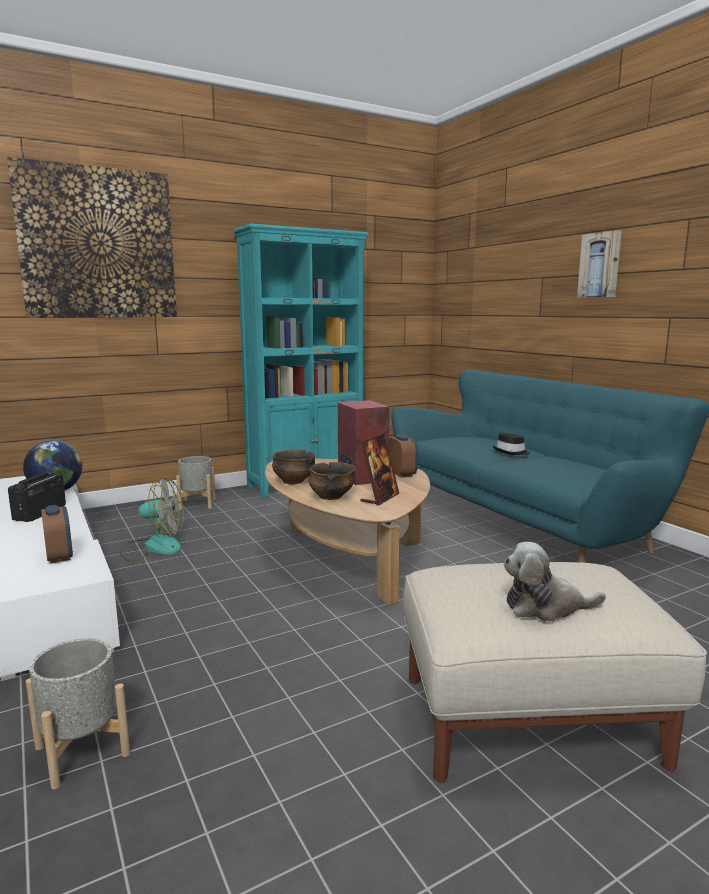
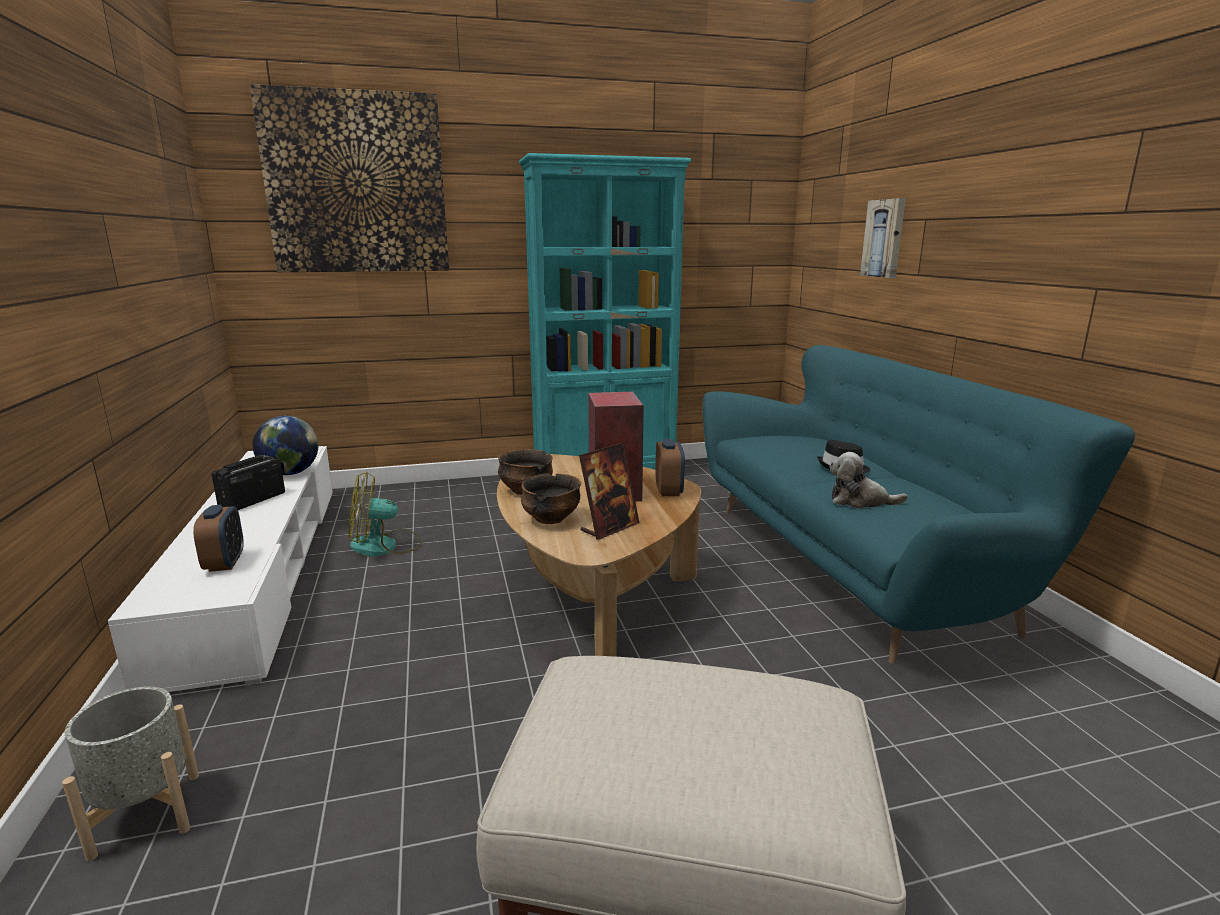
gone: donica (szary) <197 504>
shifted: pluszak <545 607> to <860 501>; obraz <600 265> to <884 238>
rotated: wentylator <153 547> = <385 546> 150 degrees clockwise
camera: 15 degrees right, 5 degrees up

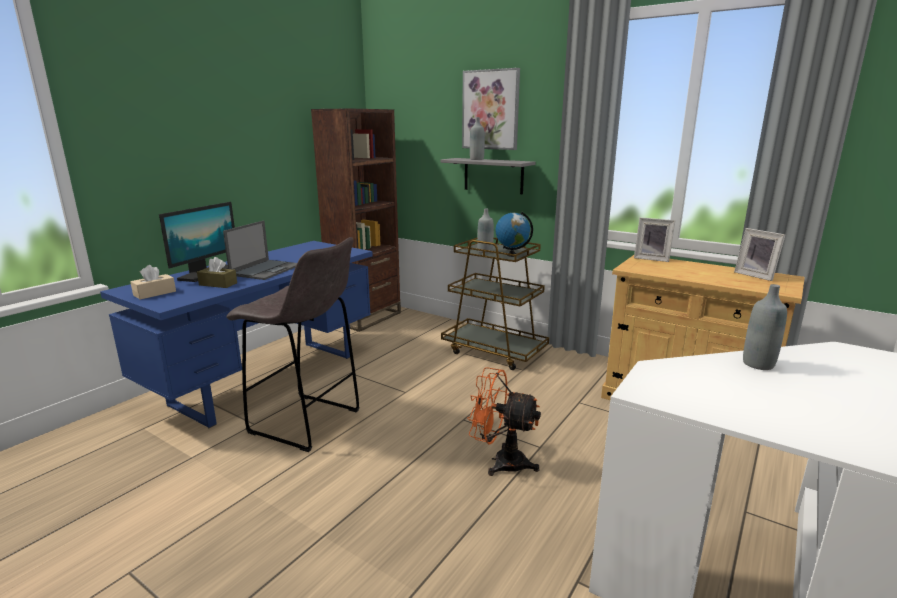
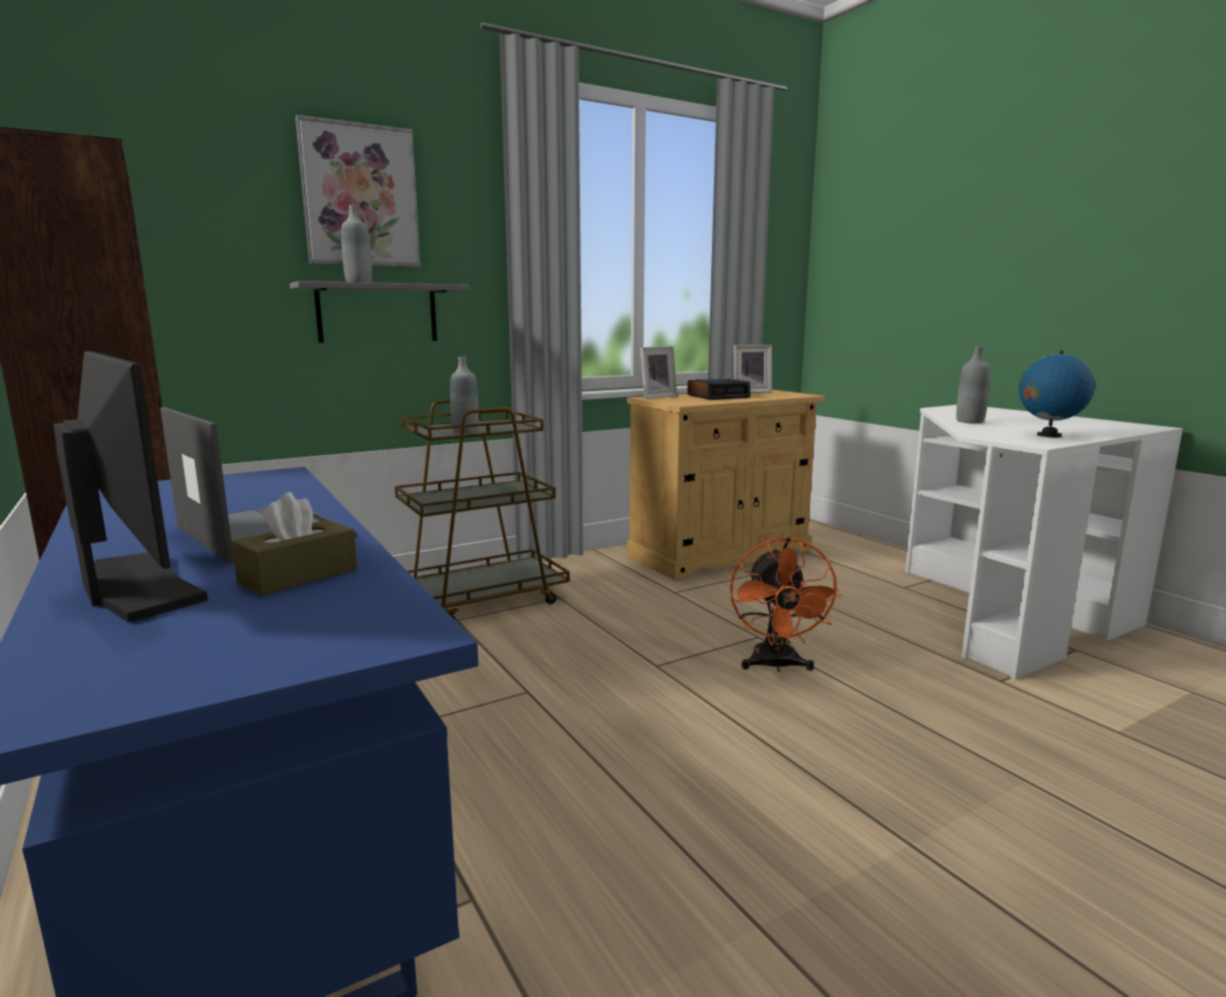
gone: pudełko chusteczek (beżowy) <154 293>; stołek (szary) <308 422>
new: budzik <718 396>
shifted: globus <511 255> to <1048 435>
rotated: wentylator (pomarańczowy) <501 461> = <776 666> 45 degrees counterclockwise
camera: 65 degrees left, 5 degrees down

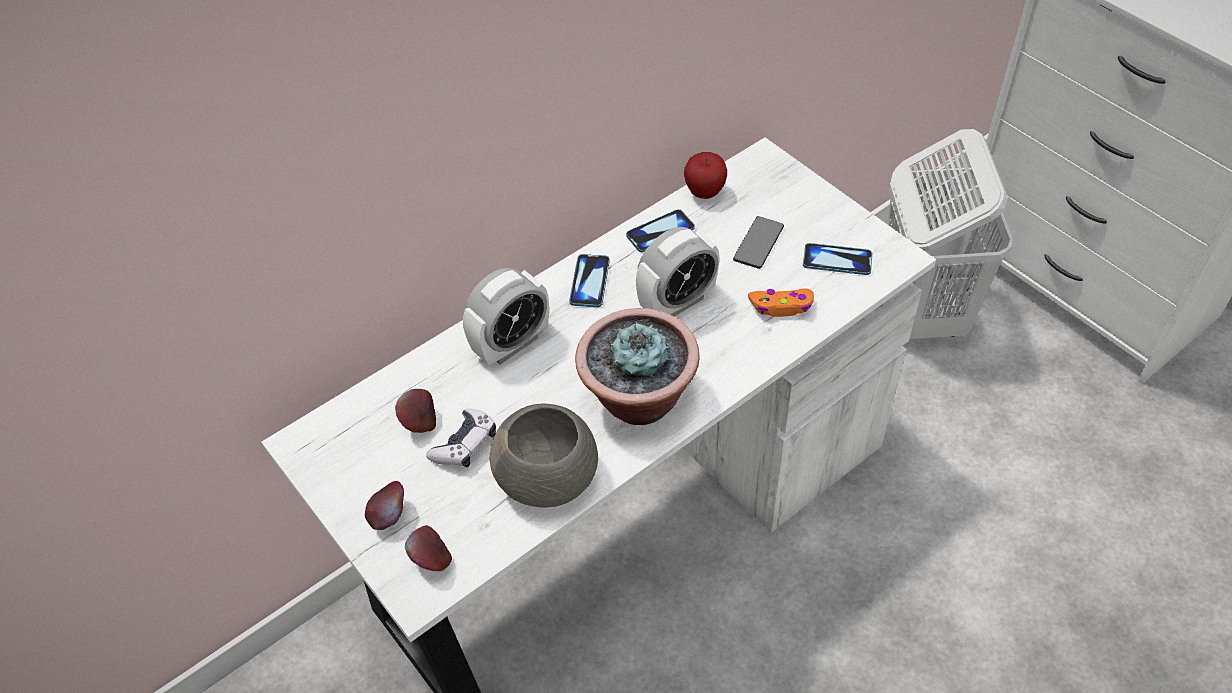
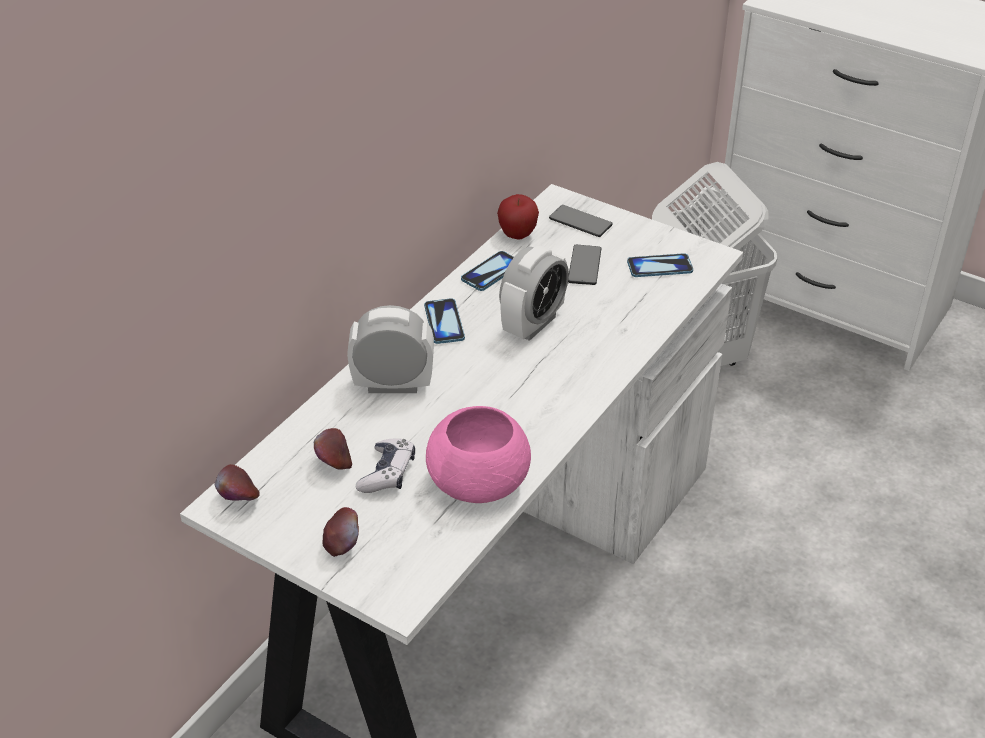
gone: roślina doniczkowa <638 399>; pad do gier (pomarańczowy) <781 306>
new: telefon <580 222>
shifted: jabłko <431 561> to <239 500>
repainted: miska (szary) <549 479> to miska (różowy) <480 483>
rotated: budzik <511 344> = <393 385> 120 degrees counterclockwise
camera: 20 degrees left, 10 degrees down

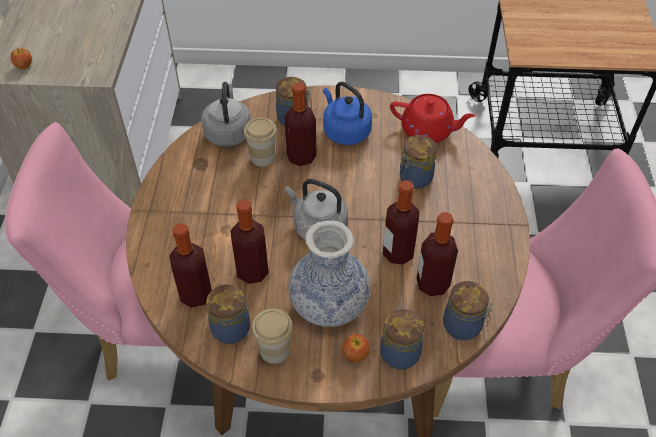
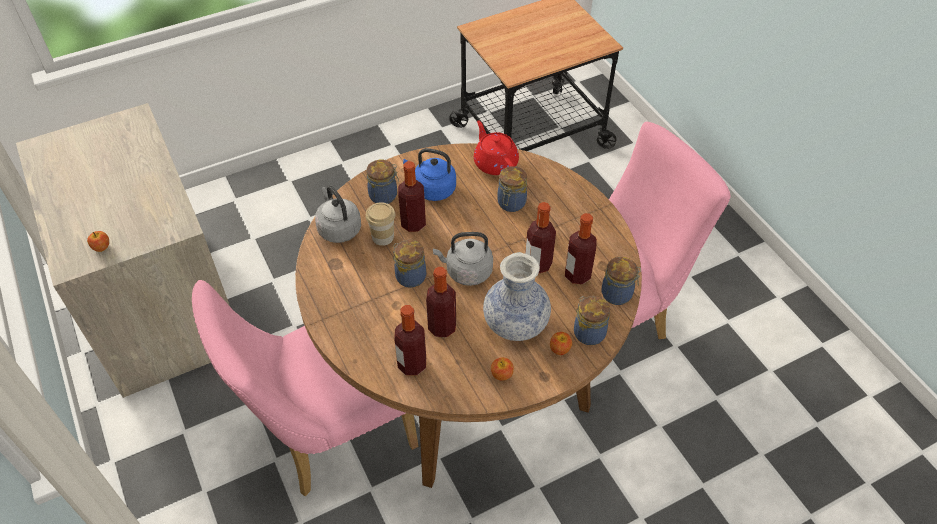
shifted: słoik <230 327> to <409 276>
swapped: filiżanka <274 350> to jabłko <501 374>
rotated: imbryk (czerwony) <428 131> = <495 163> 105 degrees counterclockwise
camera: 30 degrees left, 0 degrees up

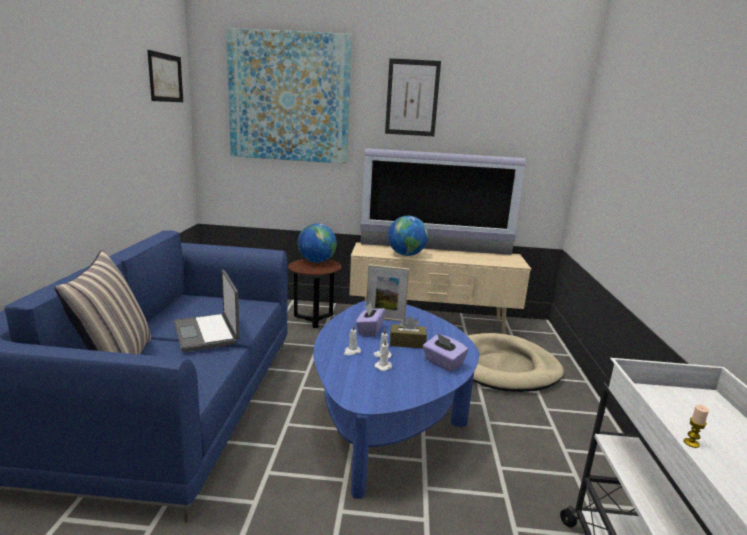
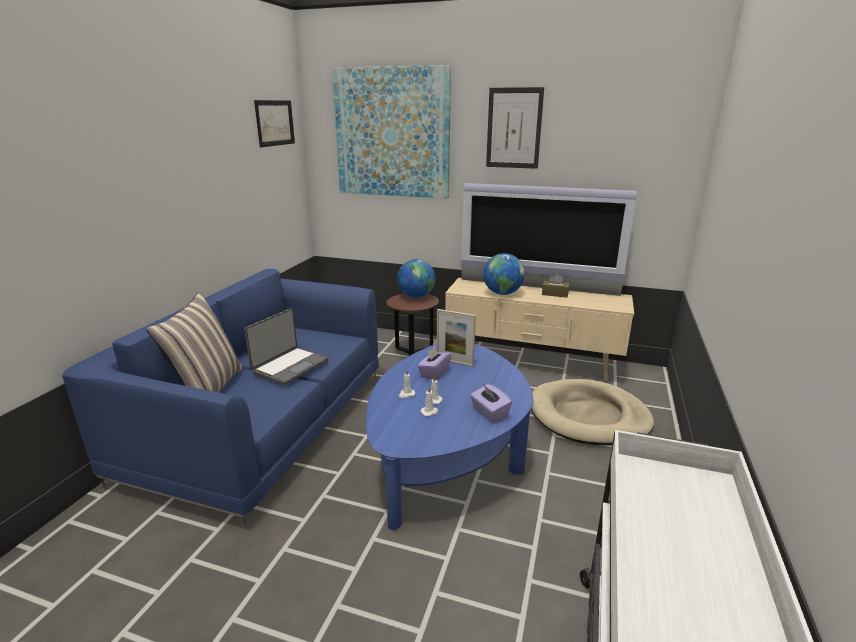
gone: świeca <691 443>
shifted: pudełko chusteczek (brązowy) <407 343> to <555 294>
rotated: laptop <207 333> = <289 366> 135 degrees counterclockwise
camera: 15 degrees right, 5 degrees up

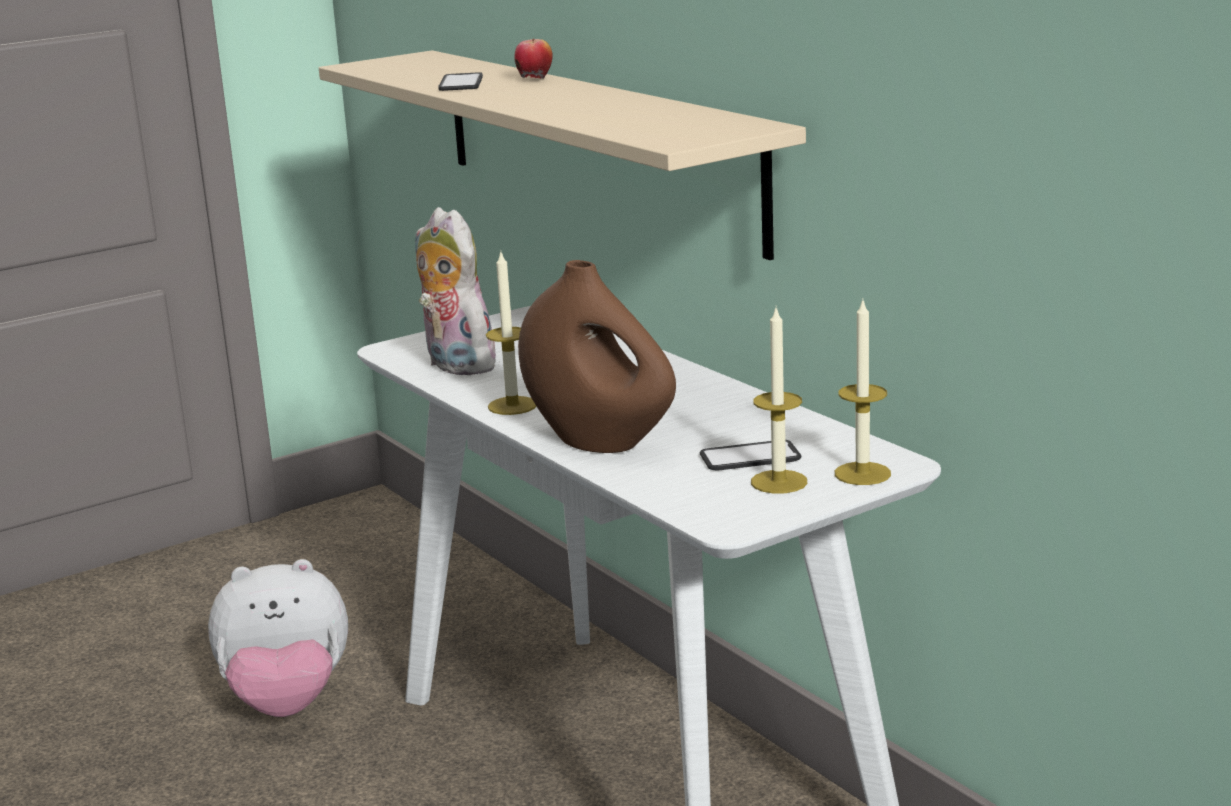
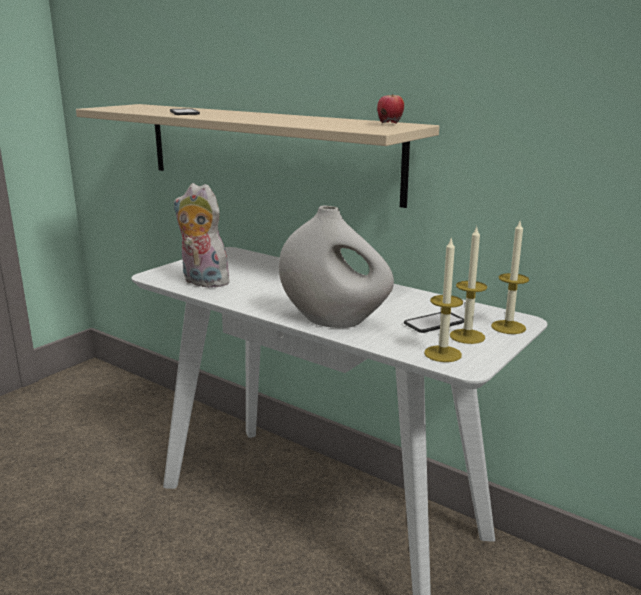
gone: pluszak <287 703>
shifted: świeca <512 406> to <442 354>; jabłko <534 79> to <390 124>
repainted: wazon (brązowy) <599 441> to wazon (biały) <334 321>
camera: 20 degrees left, 0 degrees up

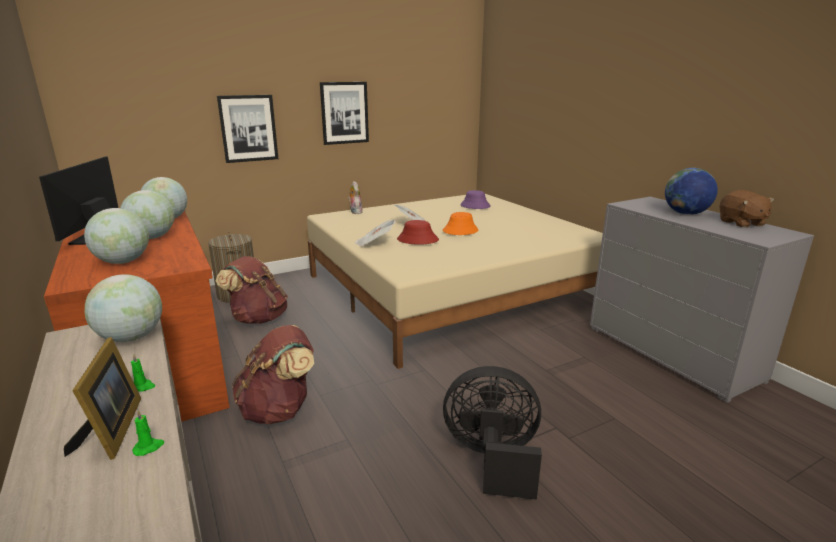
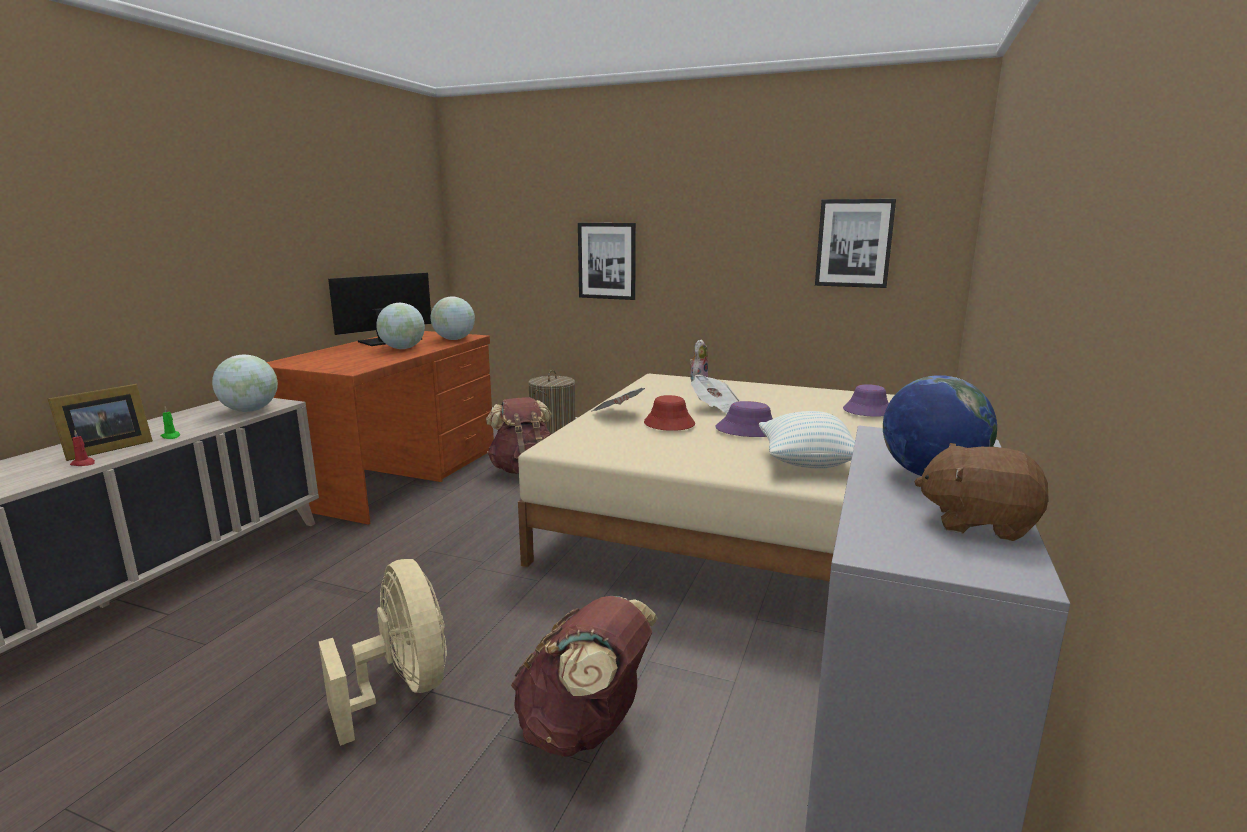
gone: globus <123 262>
new: poduszka <807 463>
shifted: plecak (brązowy) <279 410> to <584 729>; obraz <344 113> to <854 243>
repainted: świeca (zielony) <149 447> to świeca (czerwony) <83 463>; kapelusz (pomarańczowy) <460 231> to kapelusz (fioletowy) <747 430>; wentylator (czarny) <492 459> to wentylator (beżowy) <402 689>
rotated: pluszak (brązowy) <741 223> = <977 522> 75 degrees clockwise
camera: 50 degrees right, 5 degrees down

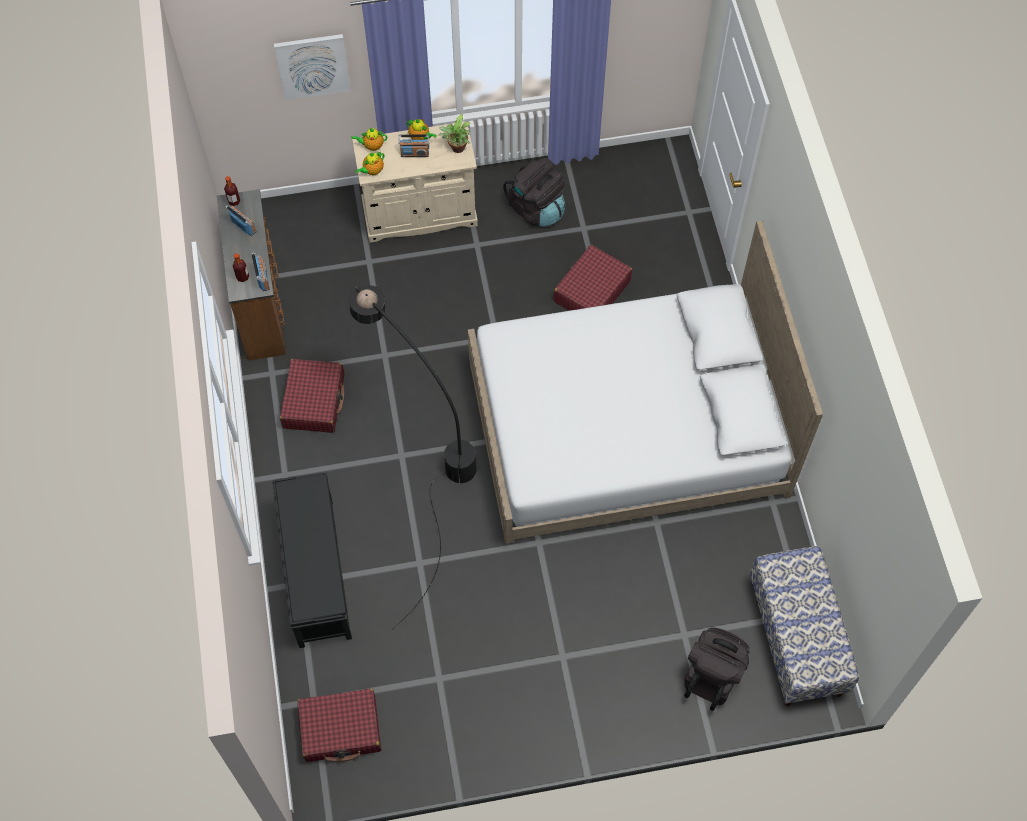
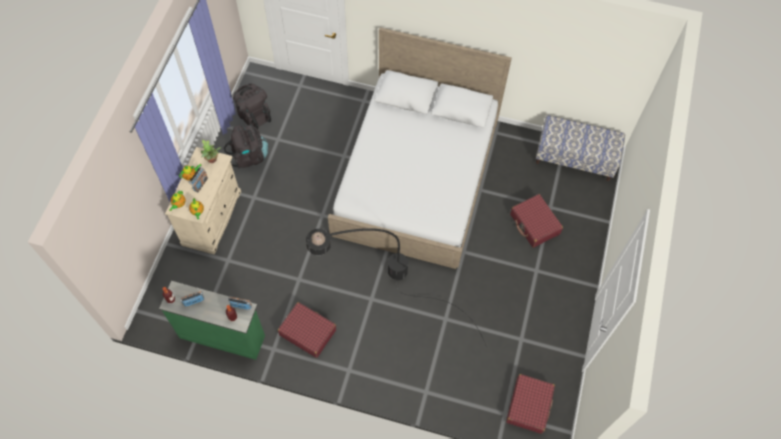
gone: ławka (czarny) <316 571>; obraz <312 66>
shifted: walizka (czerwony) <591 291> to <534 224>; plecak (czarny) <713 675> to <254 115>
repainted: komoda (brązowy) <262 307> to komoda (zielony) <222 335>
camera: 65 degrees left, 0 degrees up

